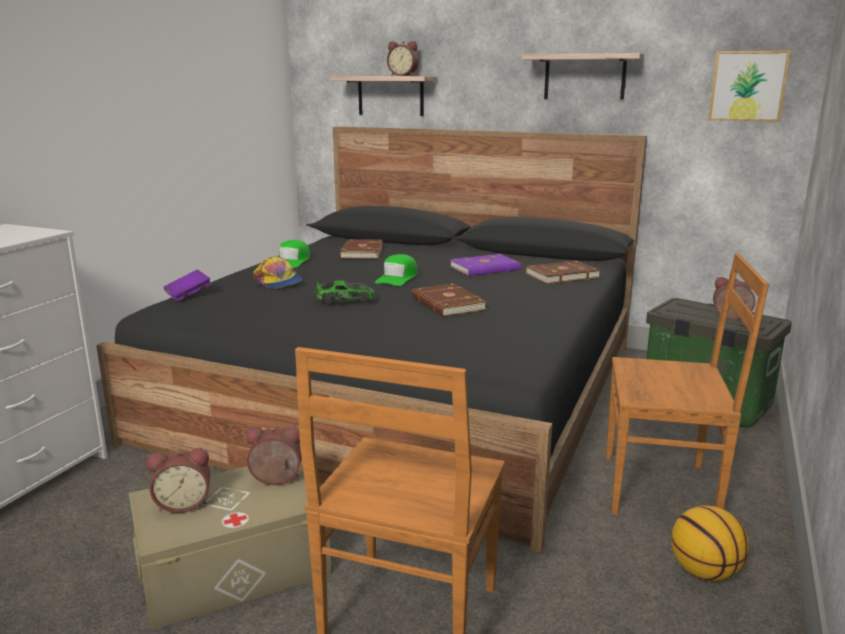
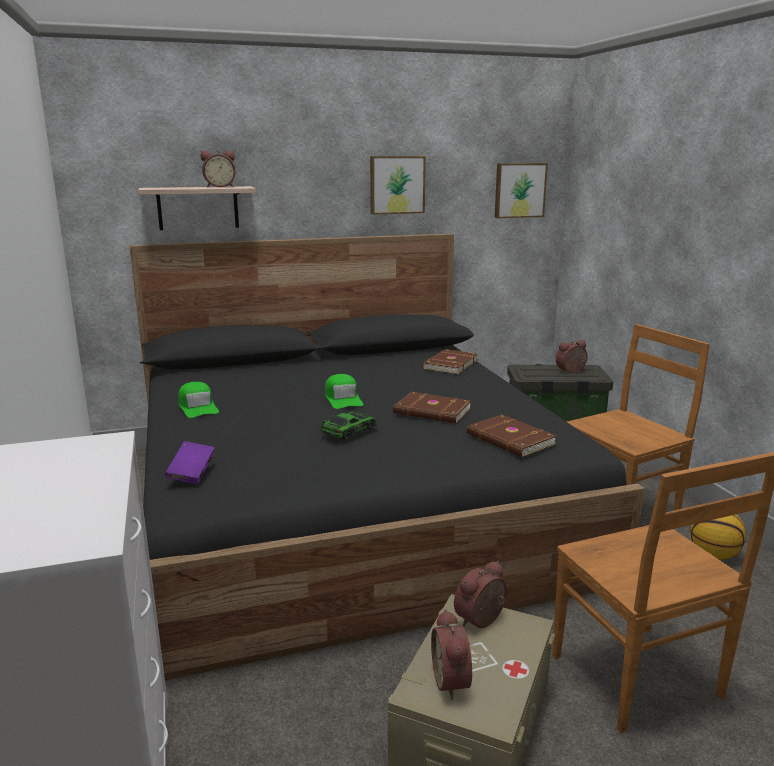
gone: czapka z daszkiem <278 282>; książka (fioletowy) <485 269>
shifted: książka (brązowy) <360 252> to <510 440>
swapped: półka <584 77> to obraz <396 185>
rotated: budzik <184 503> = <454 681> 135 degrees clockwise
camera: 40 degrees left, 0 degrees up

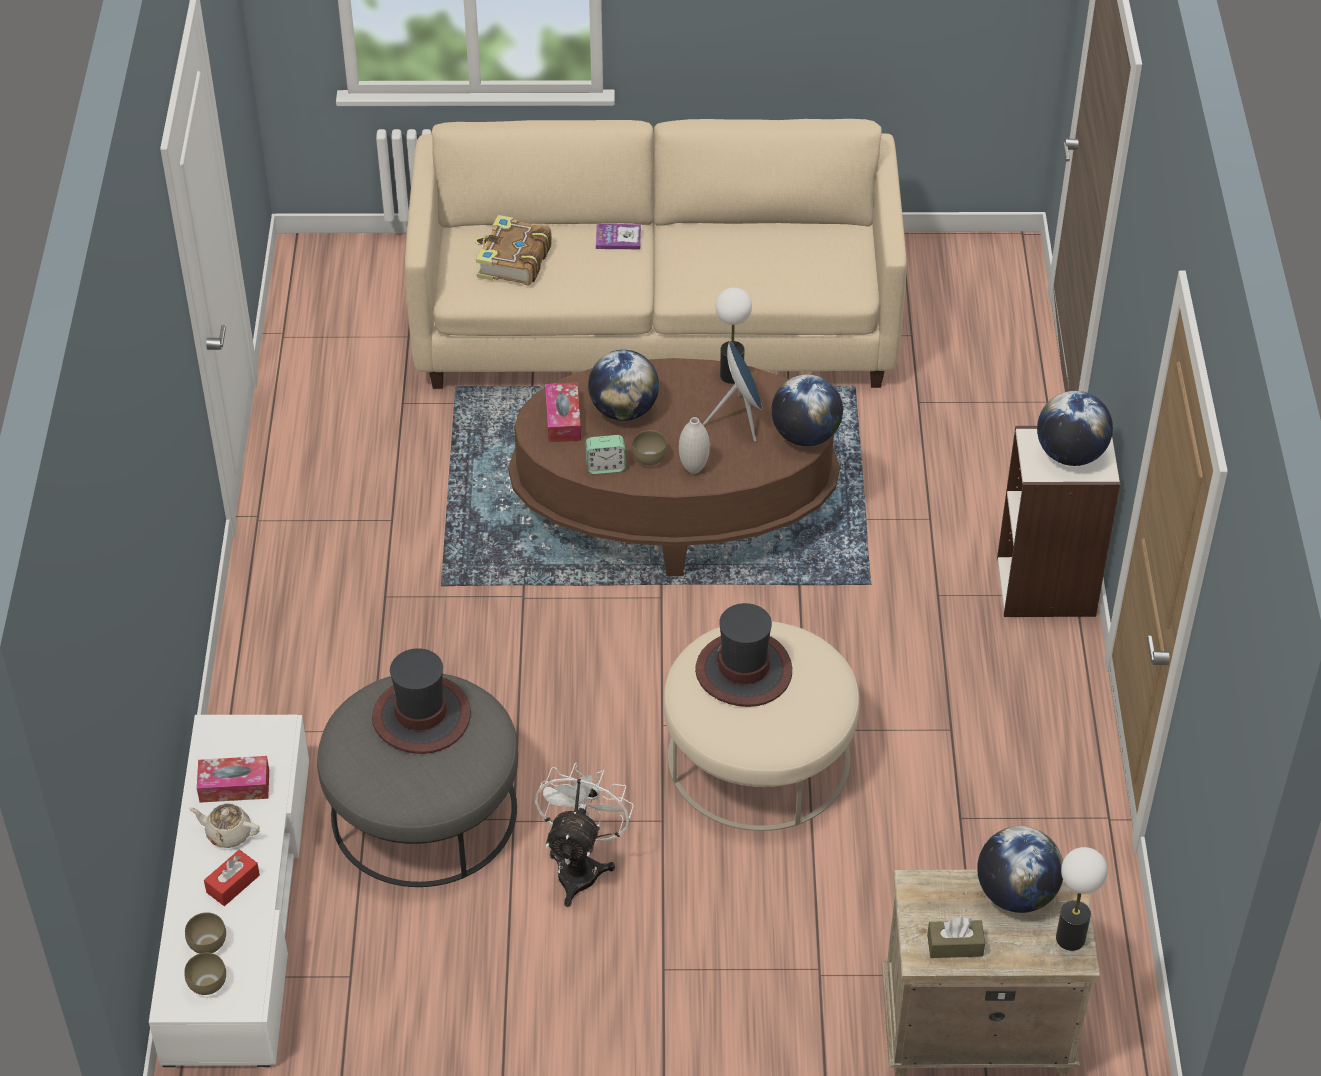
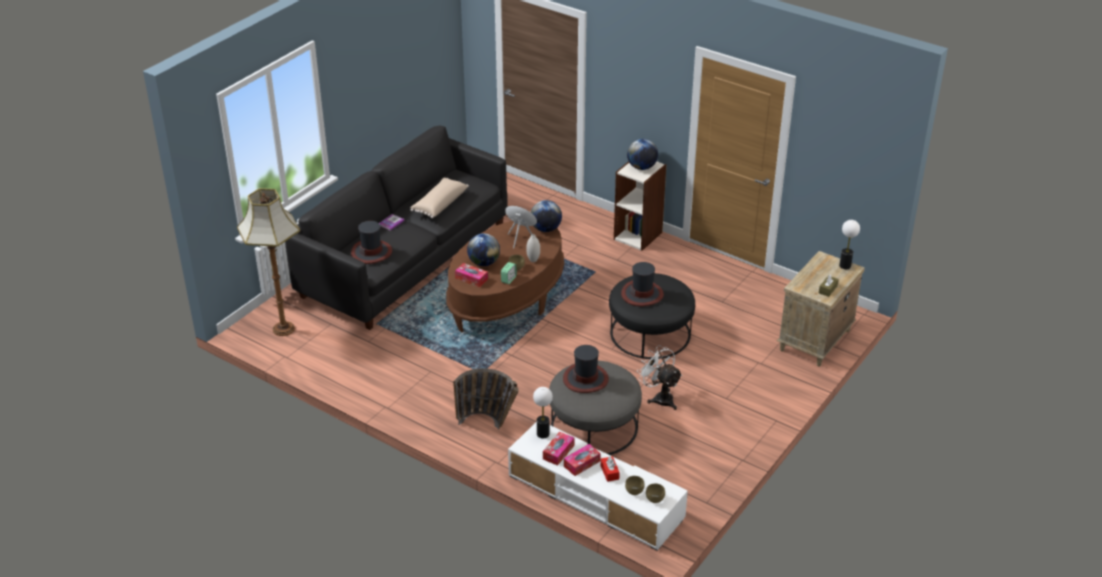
gone: globus <1016 894>
new: lampa stojąca <283 329>; poduszka (beżowy) <439 204>; koszyk <489 423>
shifted: lampa stołowa <731 375> to <542 434>
swapped: imbryk (beżowy) <228 833> to pudełko chusteczek <582 463>; książka <513 261> to kapelusz <371 252>
repainted: kanapa (beżowy) <656 325> to kanapa (czarny) <405 260>; pufa (beżowy) <759 757> to pufa (czarny) <650 333>
camera: 55 degrees left, 10 degrees down

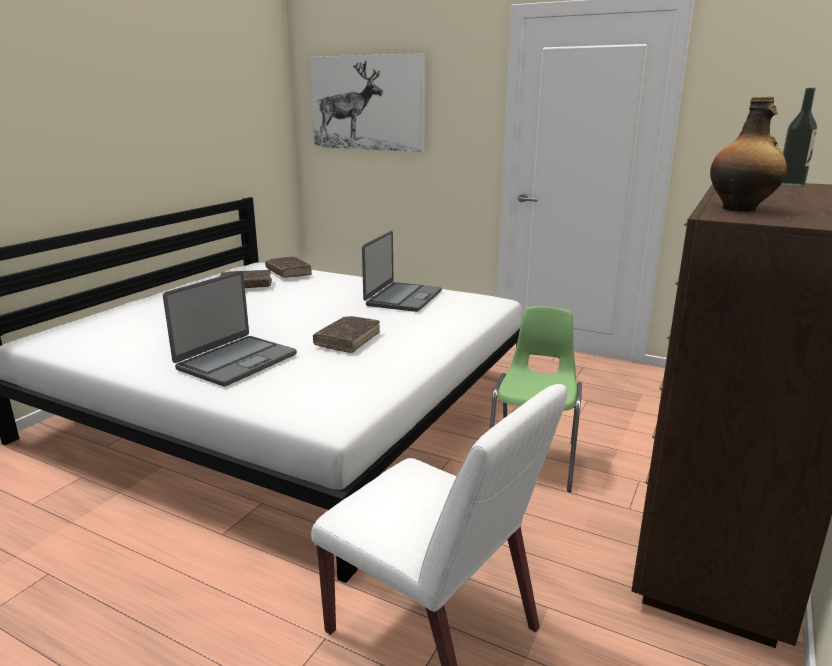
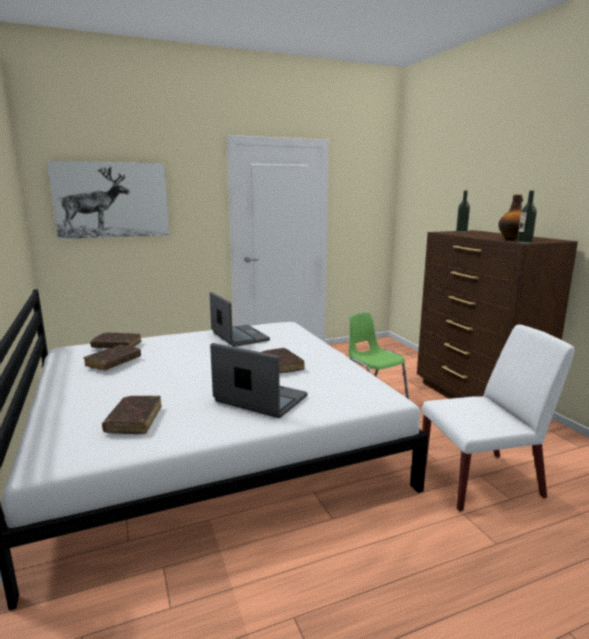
new: książka (brązowy) <134 420>; butelka <524 242>
rotated: laptop <236 361> = <260 400> 45 degrees counterclockwise
camera: 50 degrees left, 5 degrees down

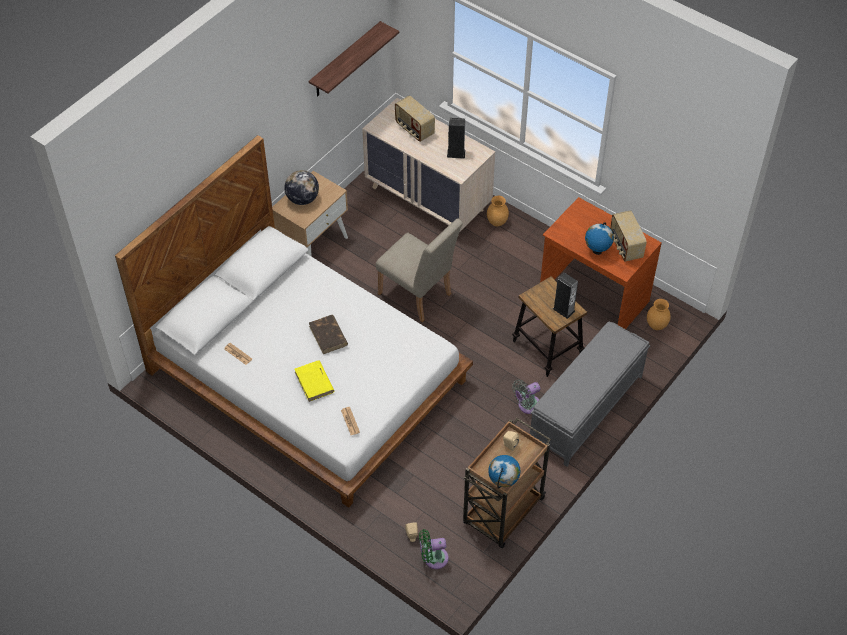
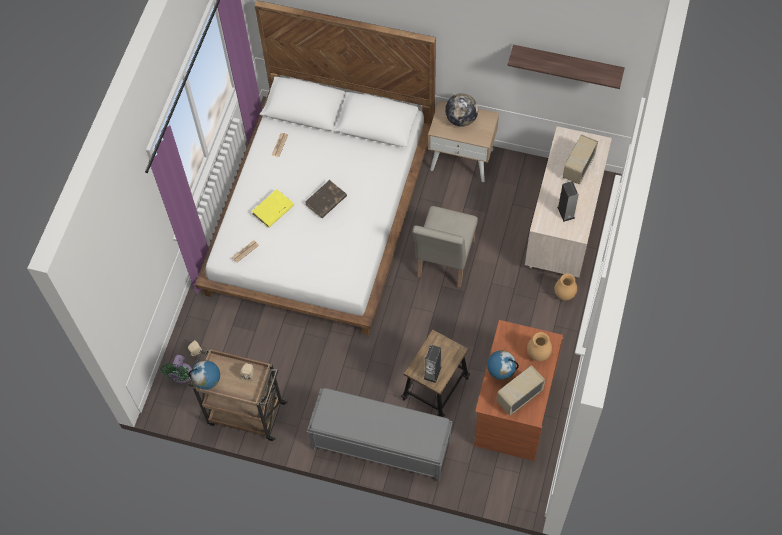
gone: wentylator (szary) <527 405>
shifted: wazon (brązowy) <657 326> to <538 355>
rotated: wentylator (zielony) <433 558> = <181 376> 135 degrees counterclockwise
camera: 70 degrees right, 10 degrees up

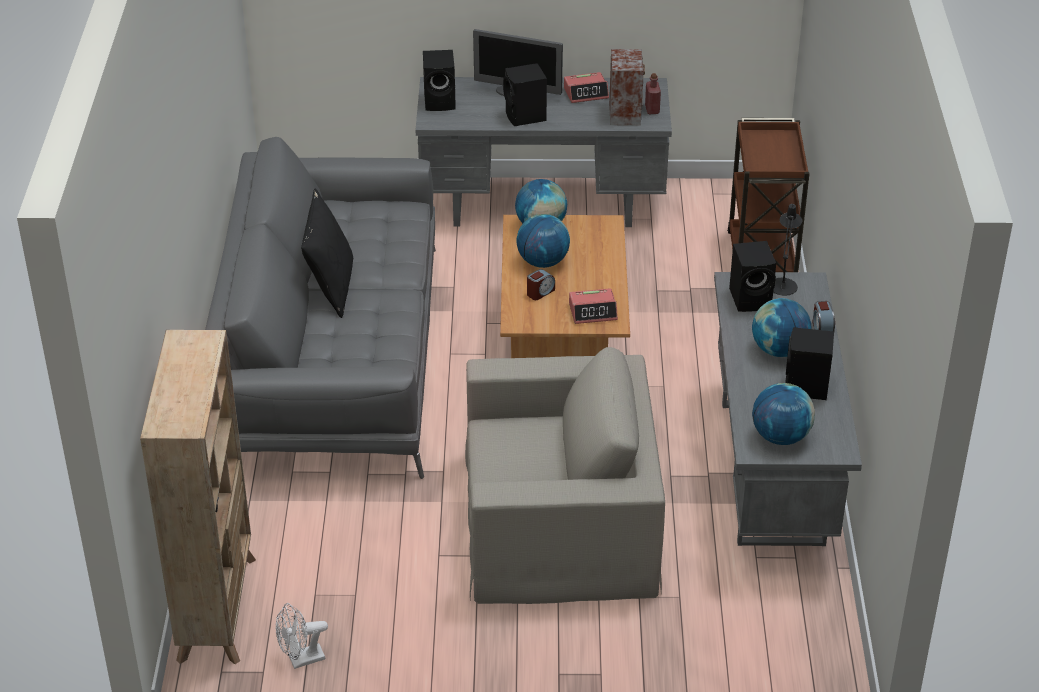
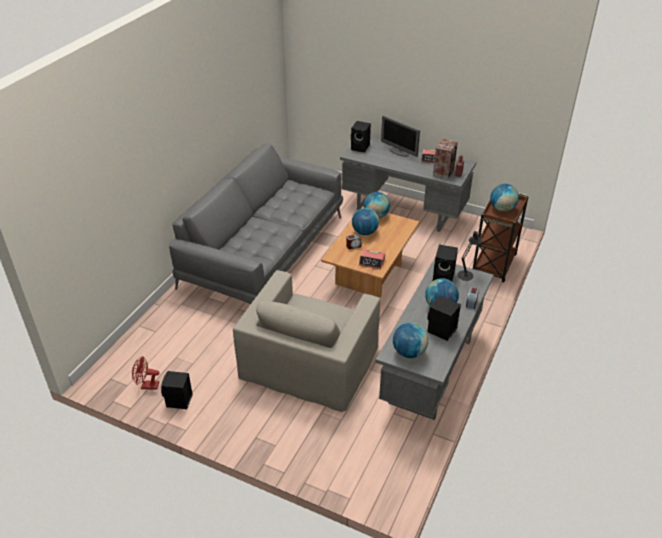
gone: regał (beżowy) <218 608>; poduszka (czarny) <330 287>
new: globus <502 209>
shifted: głośnik (czarny) <525 117> to <178 401>
repainted: wentylator (biały) <301 660> to wentylator (czerwony) <147 386>
rotated: fotel (beżowy) <559 521> = <309 361> 90 degrees clockwise
camera: 25 degrees right, 0 degrees up

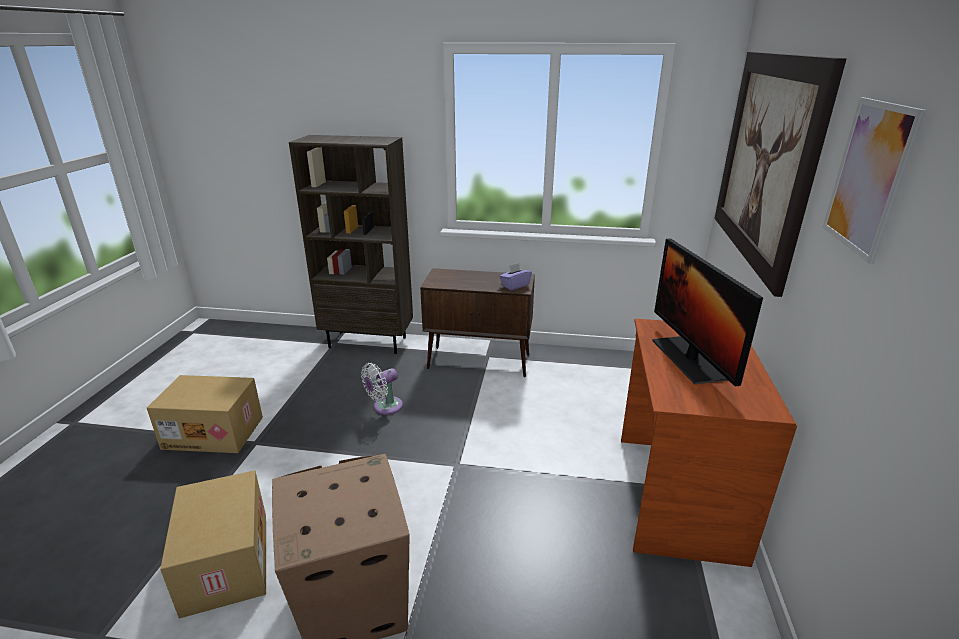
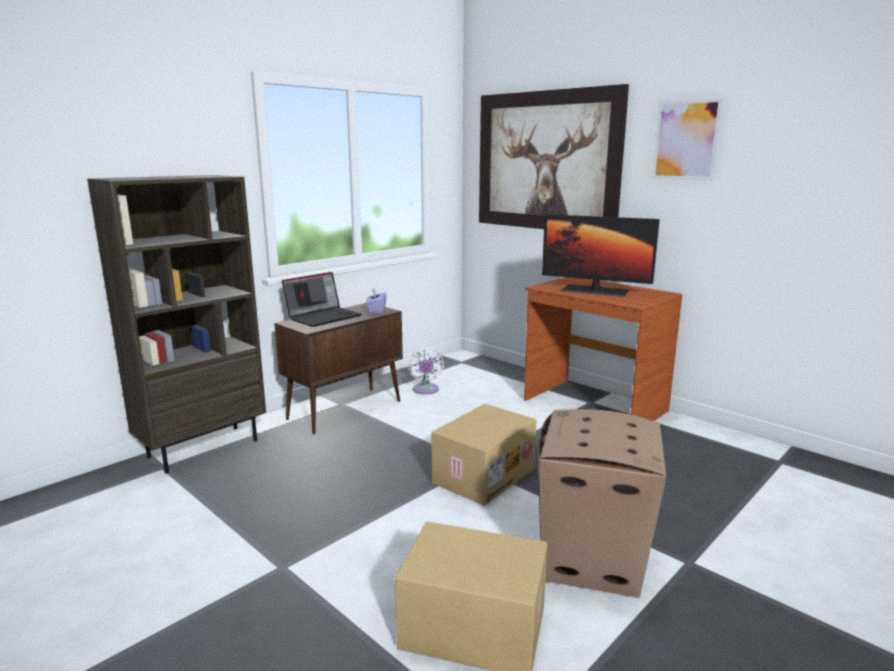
new: laptop <324 317>
shifted: karton <215 432> to <483 475>; wentylator (biały) <385 407> to <425 390>
camera: 55 degrees left, 10 degrees down

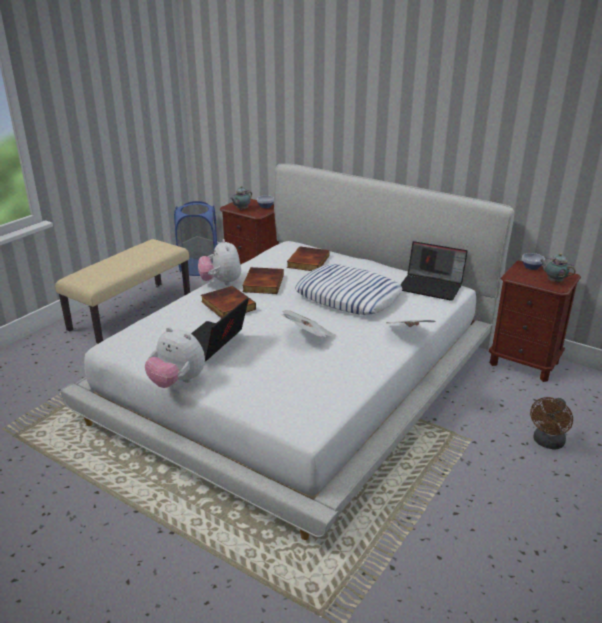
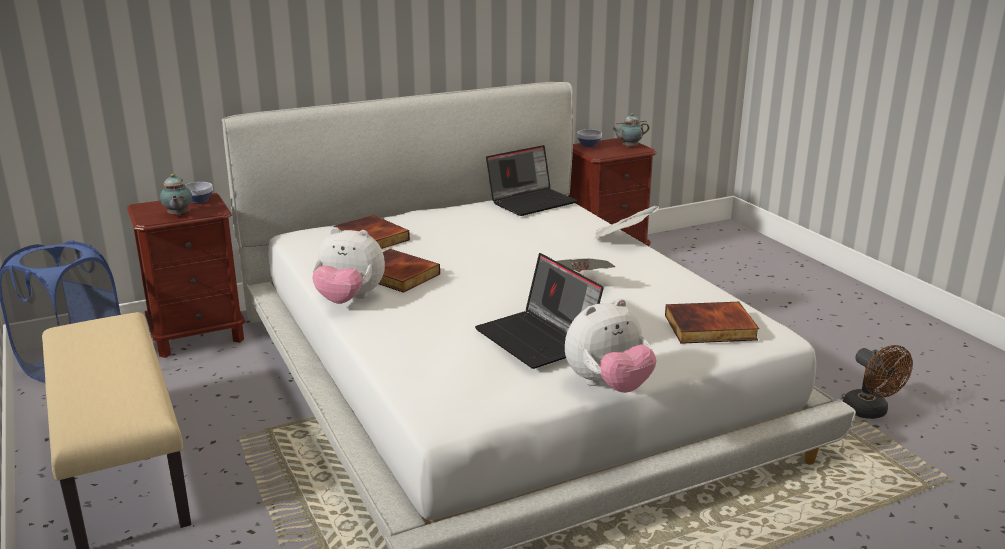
gone: poduszka <348 296>
shifted: książka <227 305> to <710 328>; wentylator (brązowy) <547 443> to <870 412>
camera: 60 degrees left, 5 degrees down

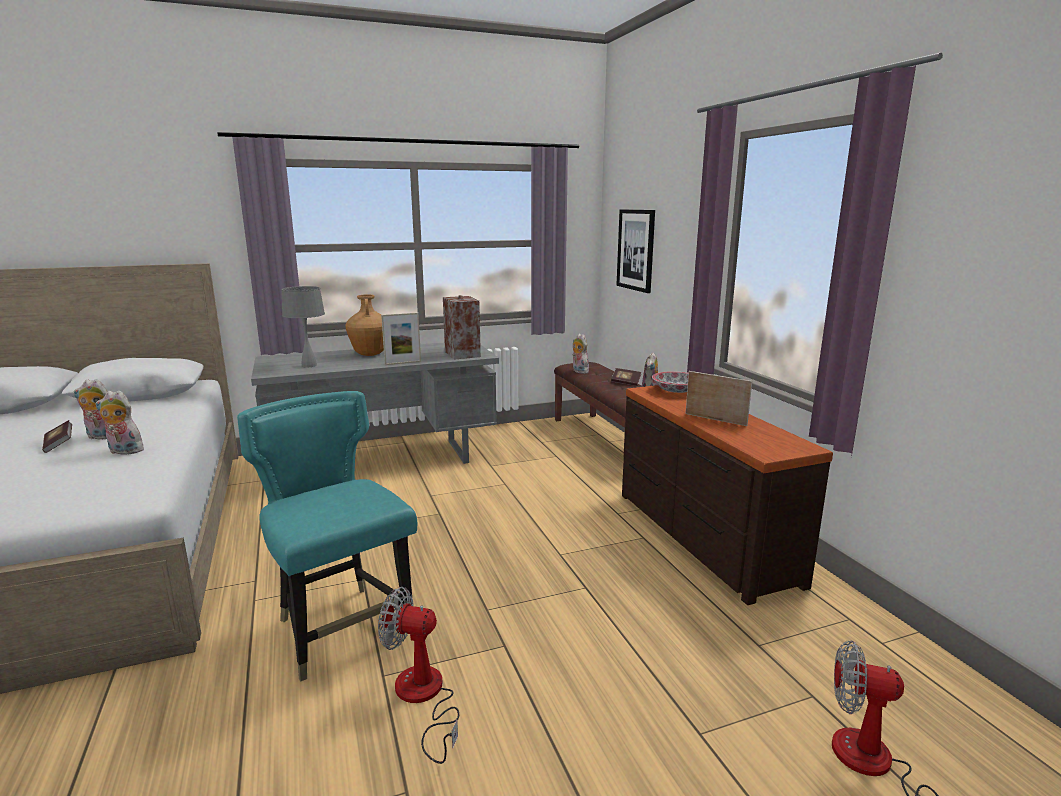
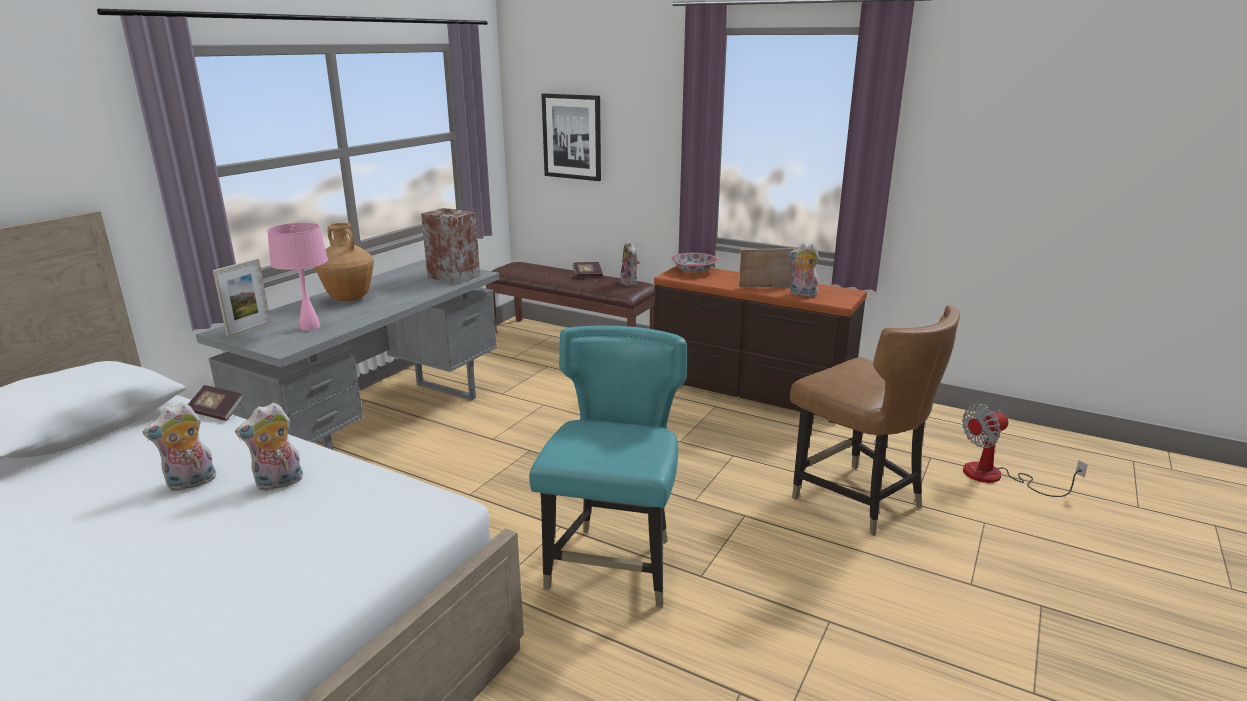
gone: wentylator <423 698>
new: krzesło (brązowy) <857 500>
shifted: książka <59 444> to <217 412>; ramka na zdjęcie <403 363> to <249 329>; pluszak <579 371> to <802 294>
repainted: lampa stołowa (szary) <309 365> to lampa stołowa (różowy) <309 327>
rotated: krzesło (turkusowy) <342 629> = <614 566> 90 degrees clockwise
camera: 40 degrees left, 5 degrees up

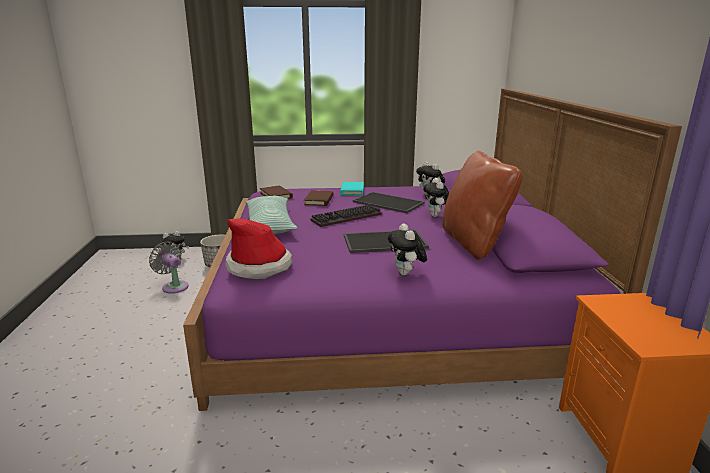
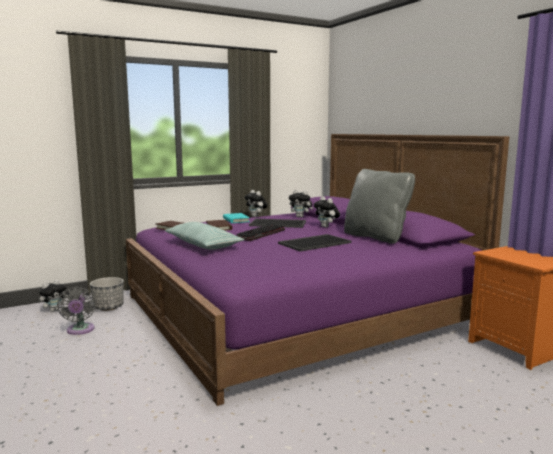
gone: kapelusz <259 266>
shifted: pluszak <406 273> to <256 216>
repainted: poduszka (brązowy) <474 243> to poduszka (szary) <376 237>
rotated: wentylator (szary) <174 286> = <80 330> 120 degrees counterclockwise
camera: 25 degrees left, 10 degrees down

